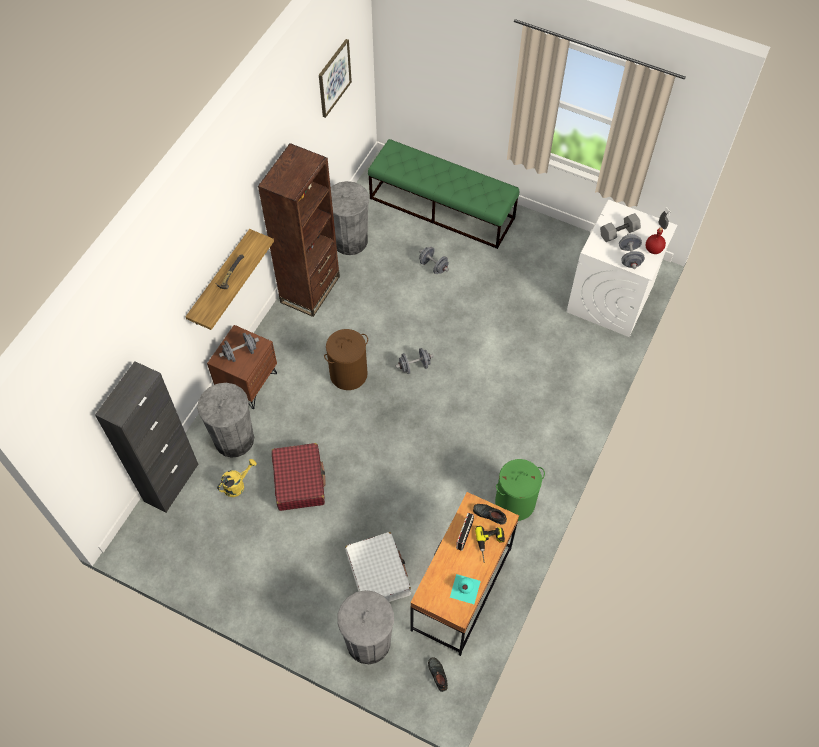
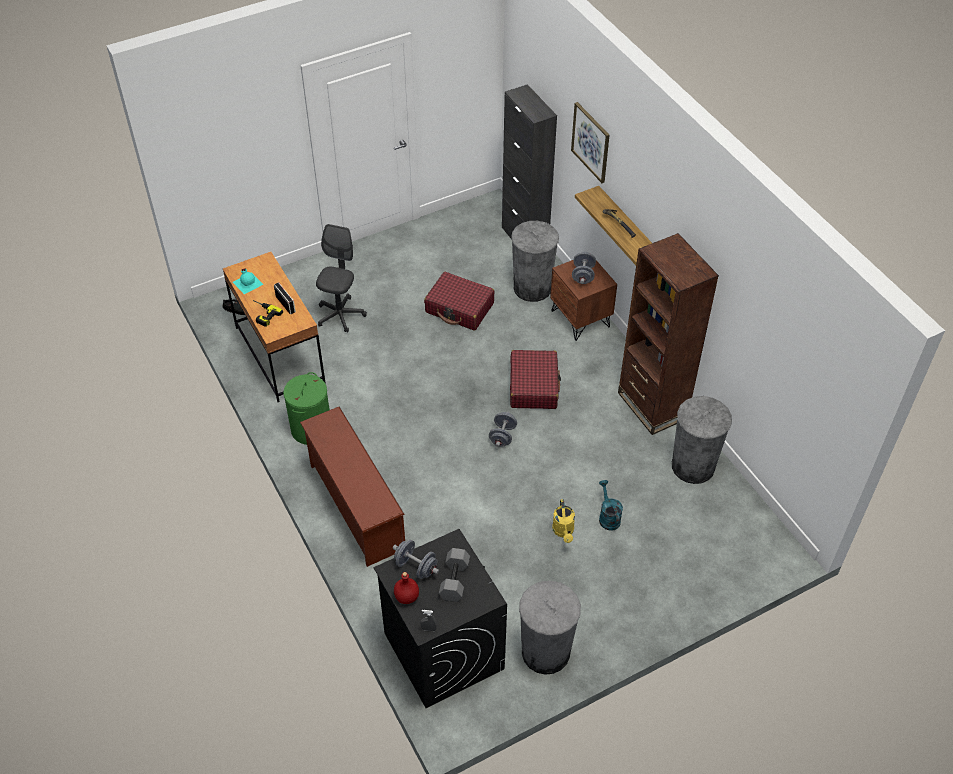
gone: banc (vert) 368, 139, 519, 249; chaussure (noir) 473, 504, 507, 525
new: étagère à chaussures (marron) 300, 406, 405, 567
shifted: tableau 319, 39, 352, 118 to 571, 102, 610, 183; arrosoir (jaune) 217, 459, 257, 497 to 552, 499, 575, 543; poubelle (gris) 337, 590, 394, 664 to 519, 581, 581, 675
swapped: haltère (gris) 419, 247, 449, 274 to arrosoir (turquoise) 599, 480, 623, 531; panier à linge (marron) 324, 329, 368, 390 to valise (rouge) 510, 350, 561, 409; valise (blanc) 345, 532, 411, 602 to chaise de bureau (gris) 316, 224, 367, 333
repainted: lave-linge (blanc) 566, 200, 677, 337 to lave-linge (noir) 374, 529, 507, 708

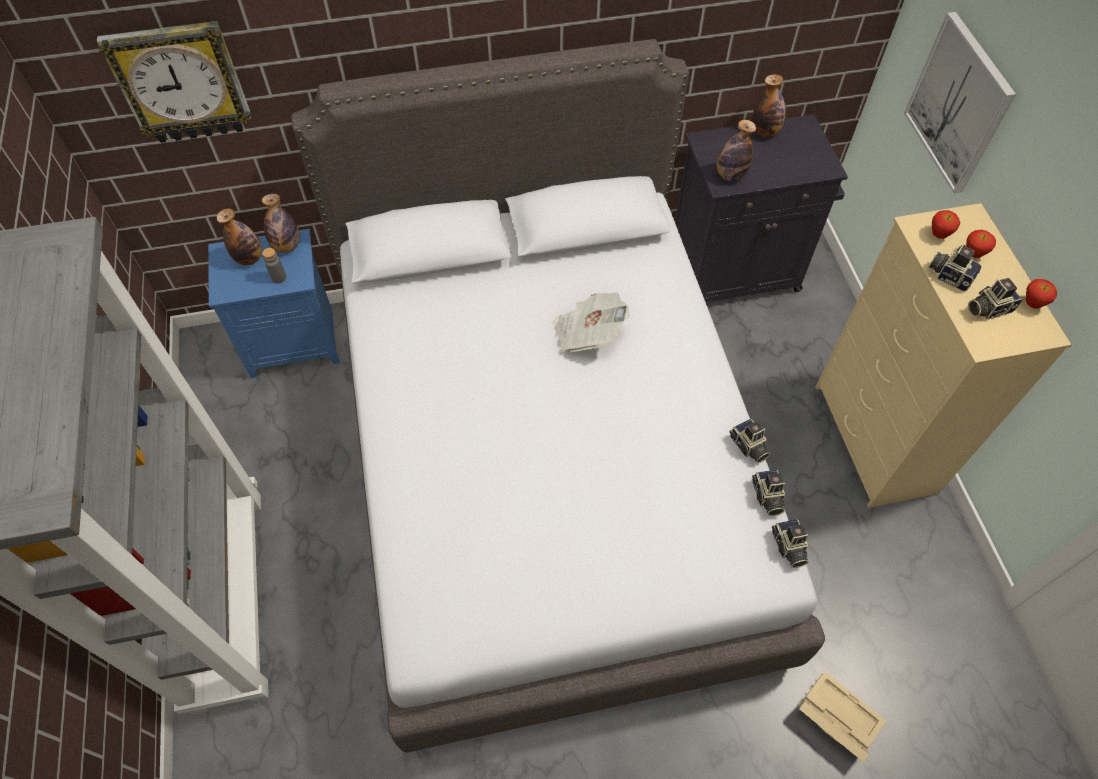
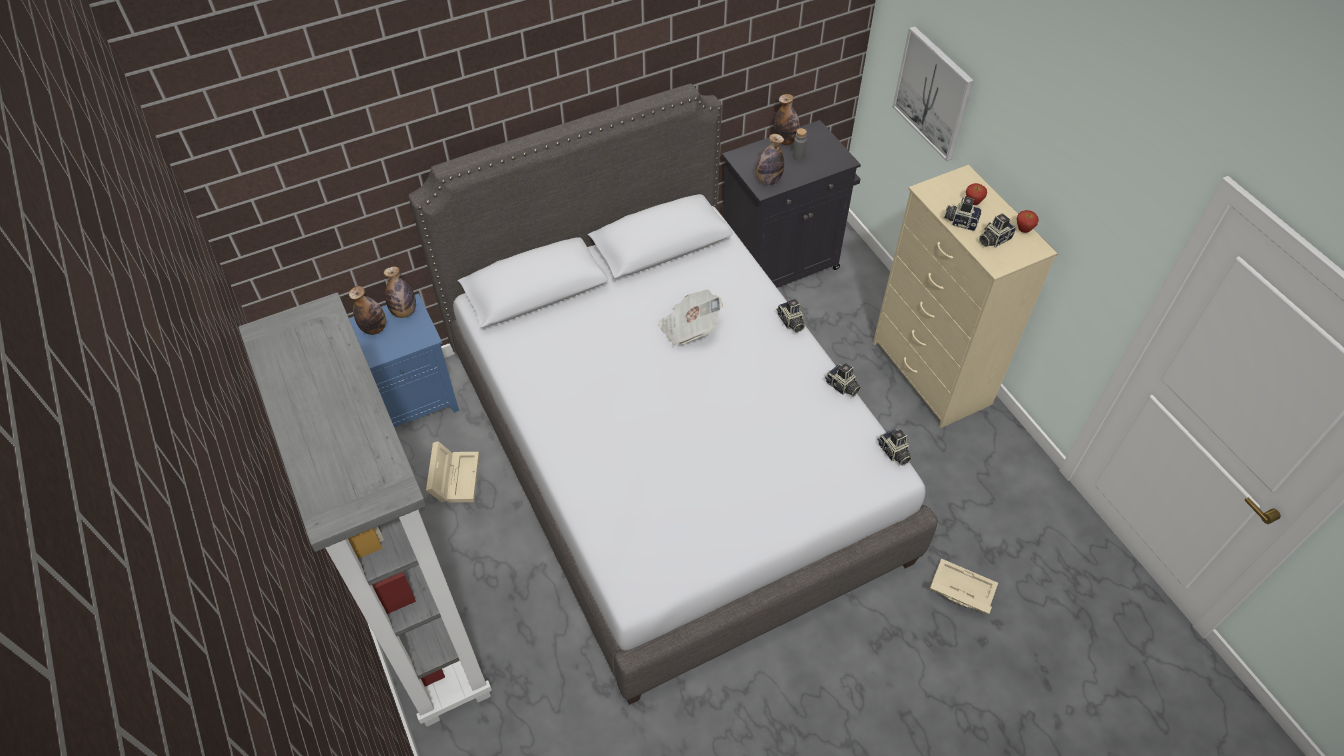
gone: horloge murale 97, 21, 251, 143; pomme 932, 210, 960, 239
new: boîte de rangement (beige) 426, 441, 480, 503
shifted: bouteille (gris) 262, 248, 286, 284 to 793, 128, 807, 160; appareil photo 752, 470, 785, 516 to 776, 299, 805, 333

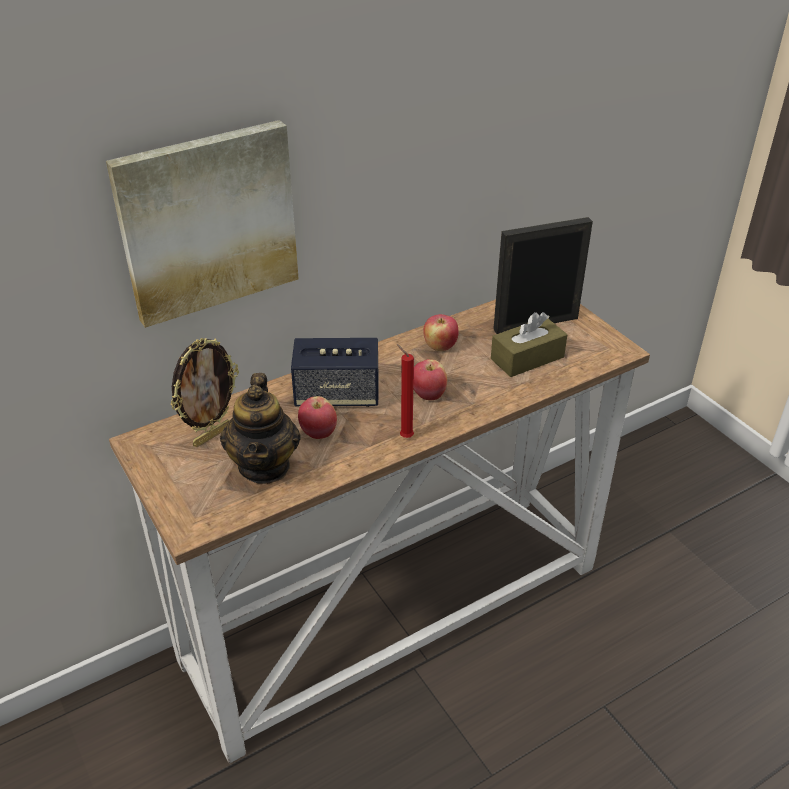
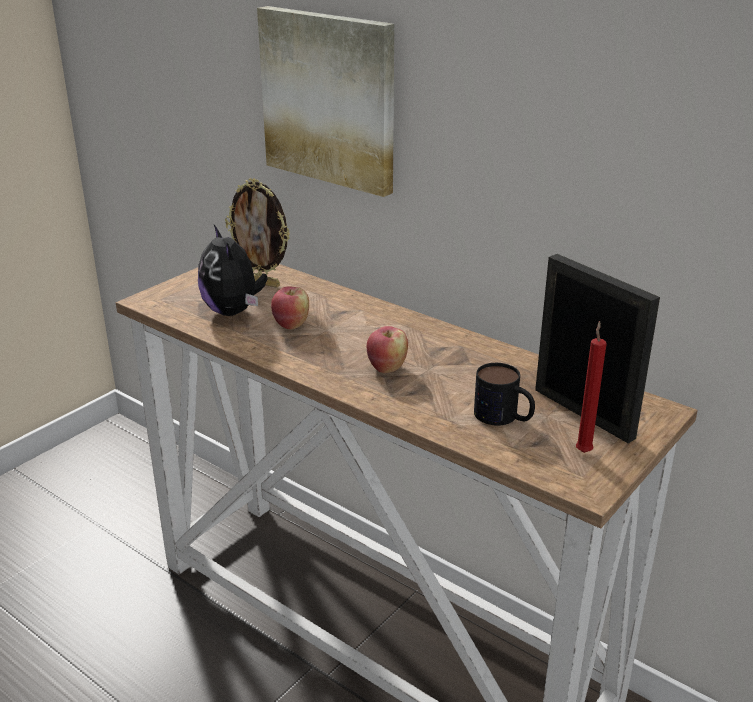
gone: pomme 423, 314, 459, 351; enceinte 291, 338, 378, 407
shifted: bougie (rouge) 397, 344, 414, 438 to 576, 321, 607, 453
swapped: boîte à mouchoirs (marron) 491, 312, 568, 377 to mug 474, 363, 535, 426; théière 220, 373, 301, 484 to peluche 198, 225, 267, 316

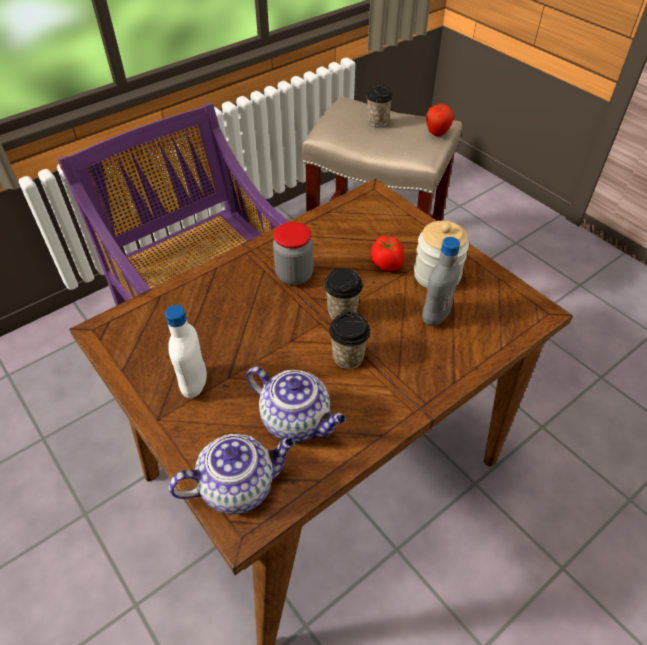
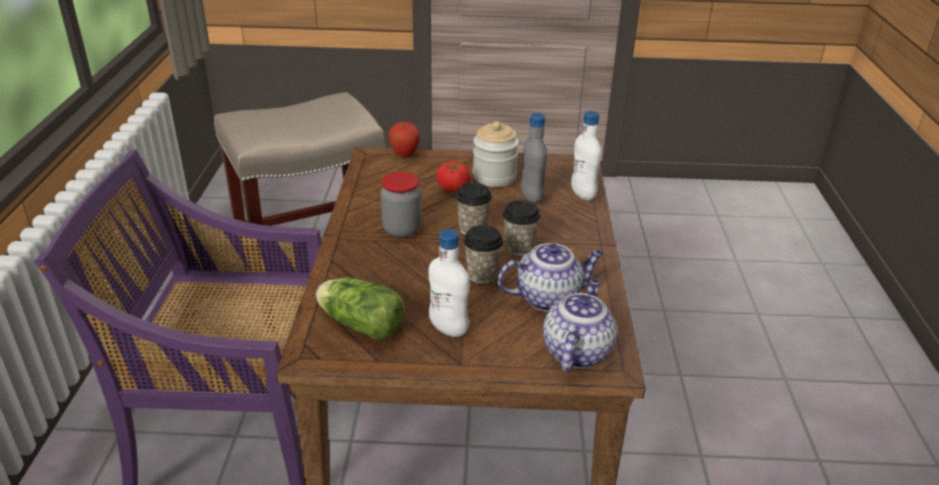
new: bouteille (blanc) 571, 111, 602, 201; laitue 316, 278, 404, 340
shifted: tasse 366, 86, 393, 127 to 464, 225, 503, 284; pomme 426, 104, 454, 137 to 389, 122, 420, 157

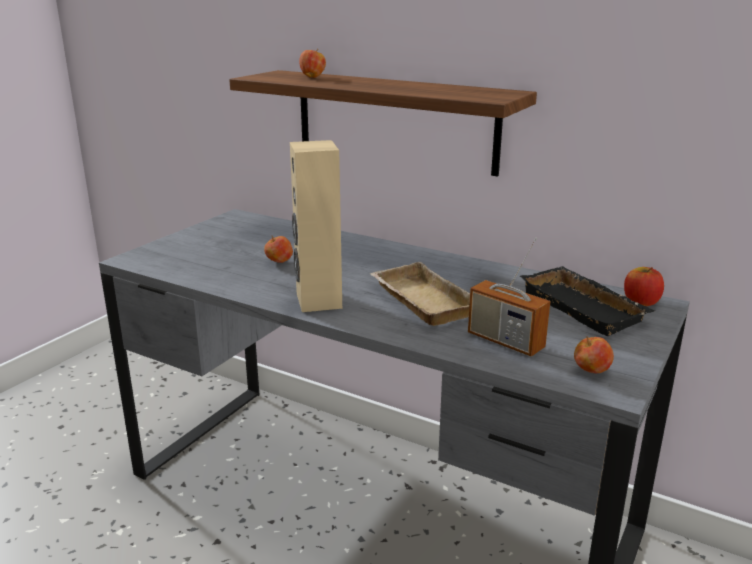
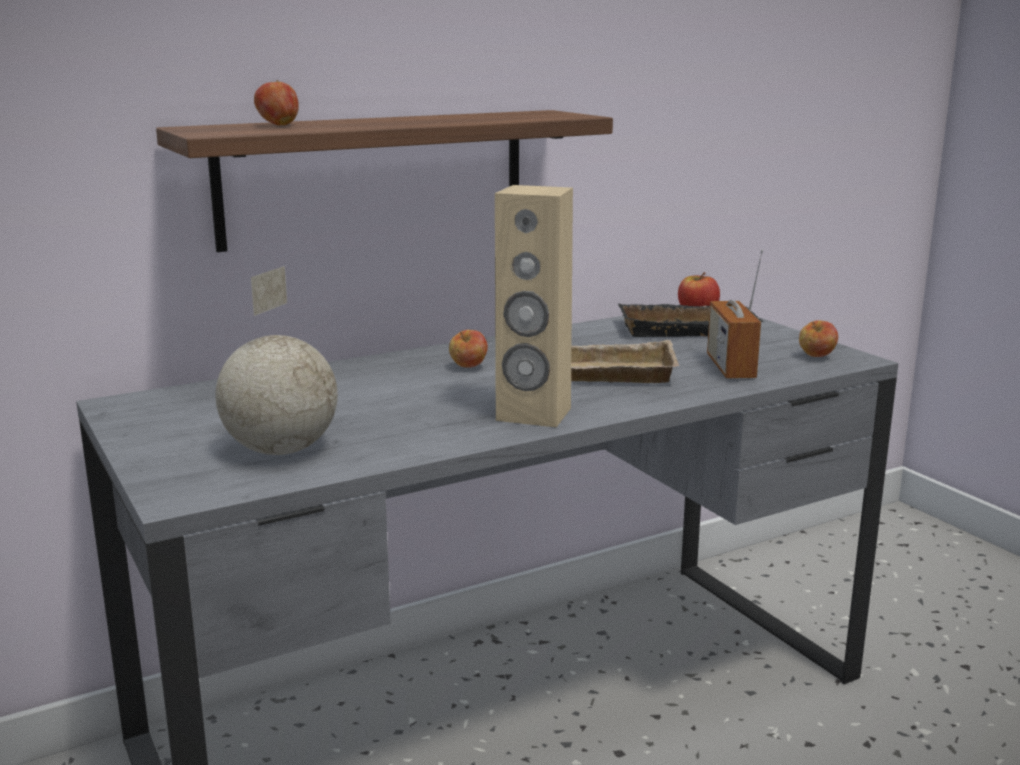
new: globe 215, 266, 338, 455
shifted: pomme 264, 236, 293, 263 to 449, 330, 488, 367
rotated: radio 468, 238, 550, 356 = 707, 250, 763, 379 105 degrees clockwise

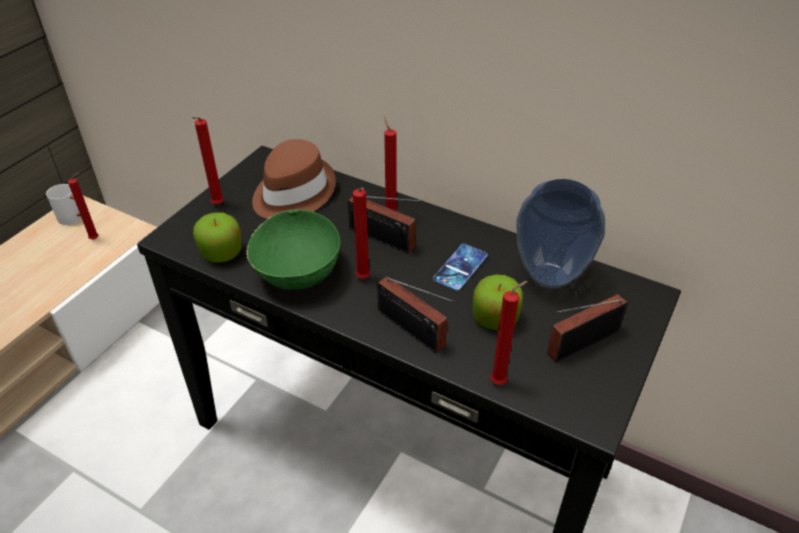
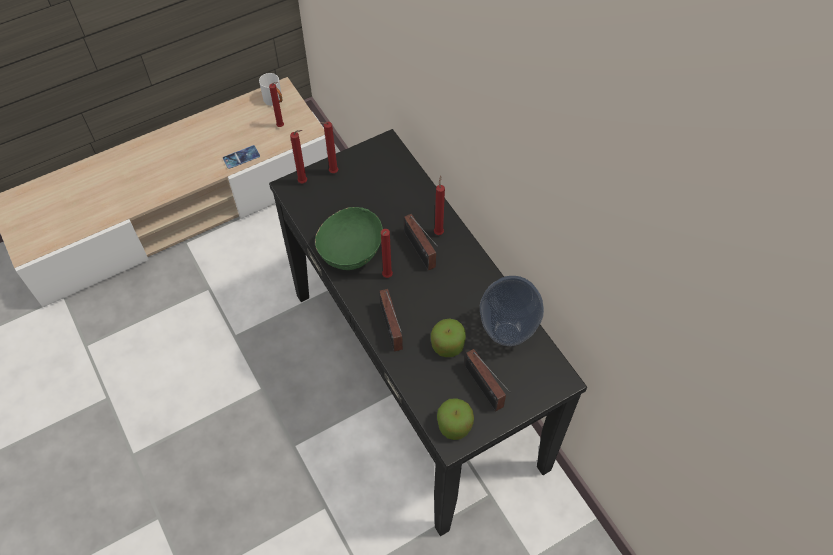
gone: chapeau (marron) 252, 139, 336, 219
shifted: pomme 193, 212, 242, 263 to 437, 398, 474, 440; téléphone 433, 244, 488, 291 to 223, 145, 260, 169; bougie (rouge) 490, 281, 528, 385 to 290, 130, 307, 183
rotated: radio 547, 294, 628, 363 = 464, 349, 510, 411 120 degrees counterclockwise

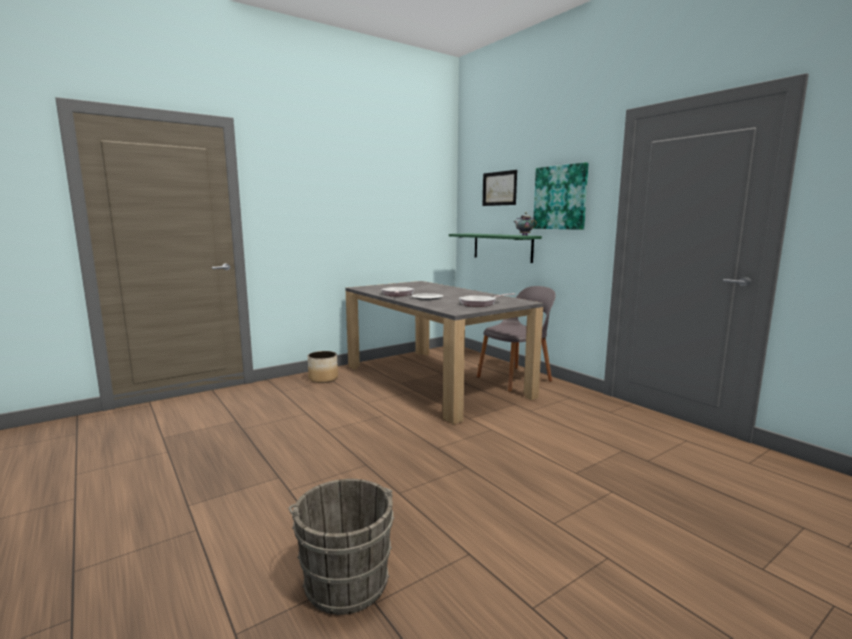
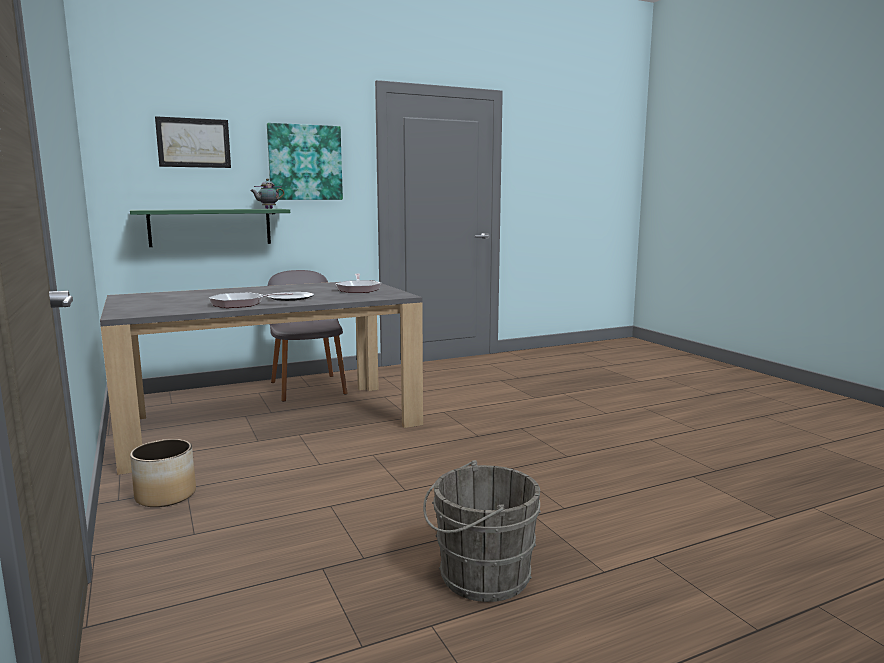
shifted: seau (gris) 289, 479, 395, 615 to 423, 460, 541, 602

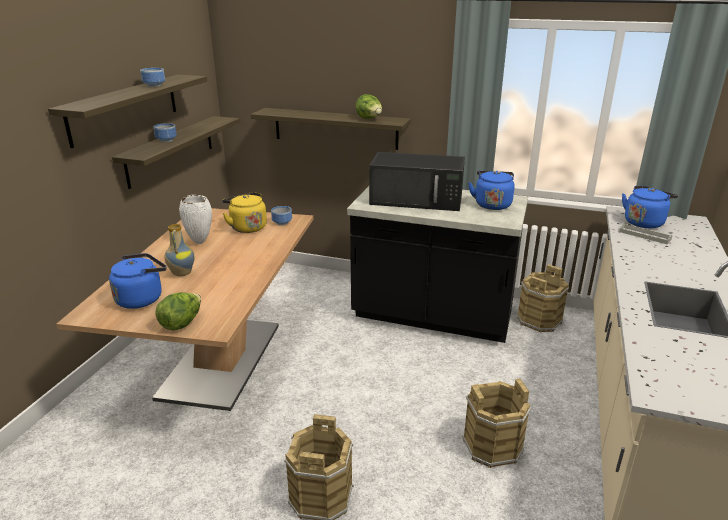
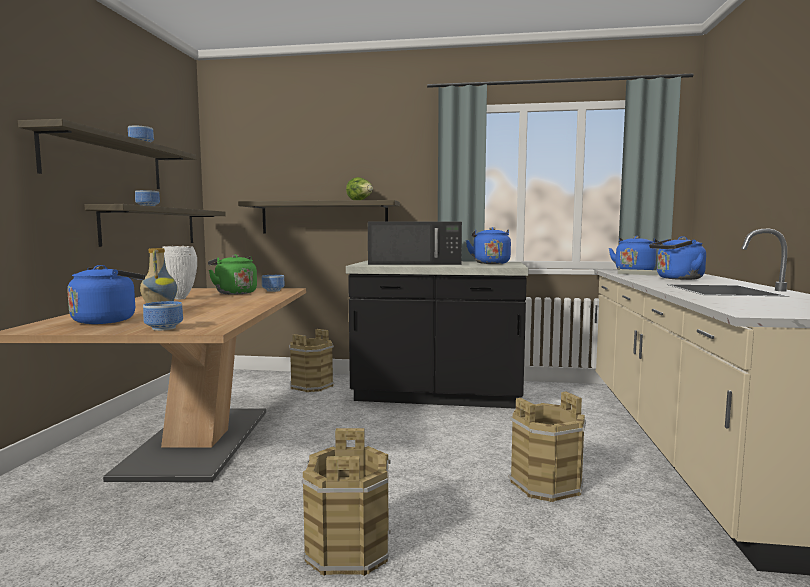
new: bouilloire (bleu) 649, 236, 706, 280
shifted: seau (marron) 517, 264, 569, 332 to 289, 329, 334, 392
swapped: laitue 156, 292, 201, 331 to bol 143, 301, 183, 331
repainted: bouilloire (jaune) 222, 192, 267, 233 to bouilloire (vert) 208, 254, 257, 295

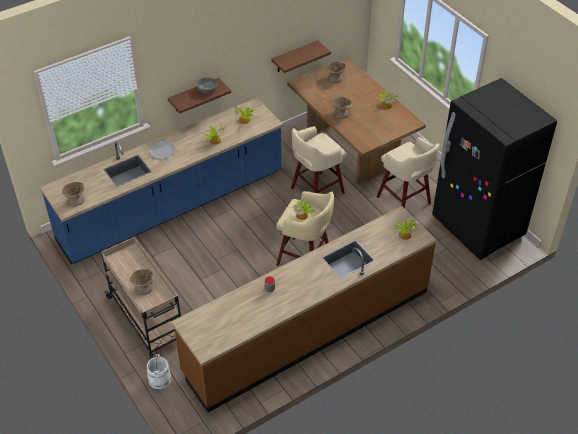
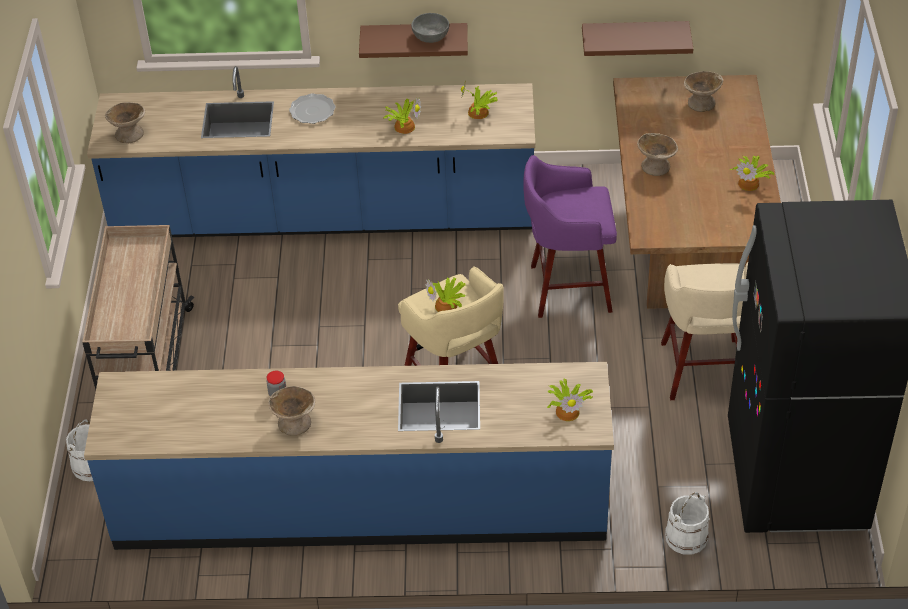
new: seau (blanc) 665, 492, 709, 555
shifted: bol (beige) 130, 269, 155, 295 to 268, 386, 315, 436
repainted: tabouret (beige) 291, 126, 346, 194 to tabouret (violet) 523, 155, 617, 318; comptoir de cuisine (marron) 171, 206, 437, 413 to comptoir de cuisine (bleu) 84, 362, 614, 550

